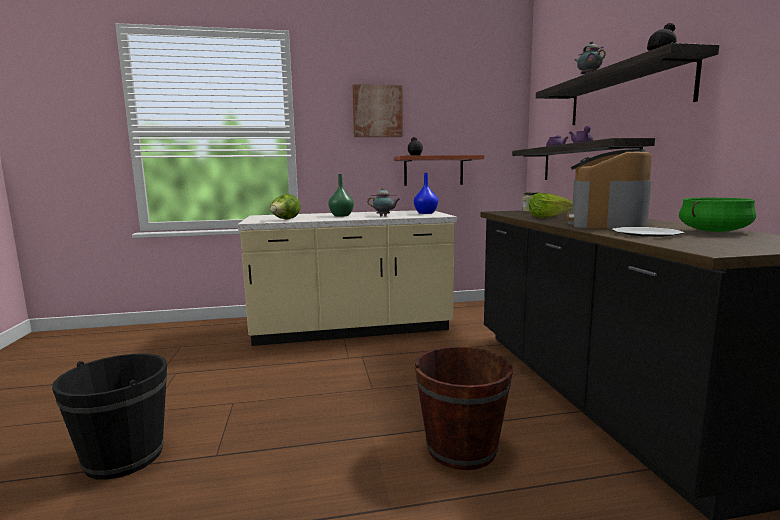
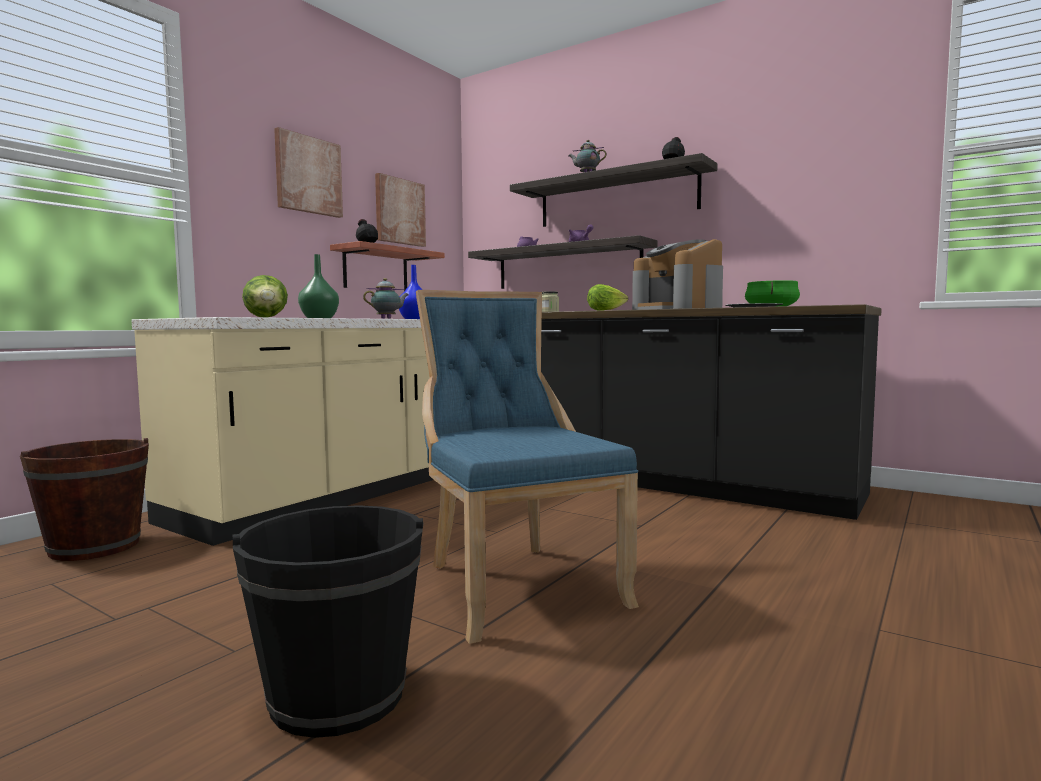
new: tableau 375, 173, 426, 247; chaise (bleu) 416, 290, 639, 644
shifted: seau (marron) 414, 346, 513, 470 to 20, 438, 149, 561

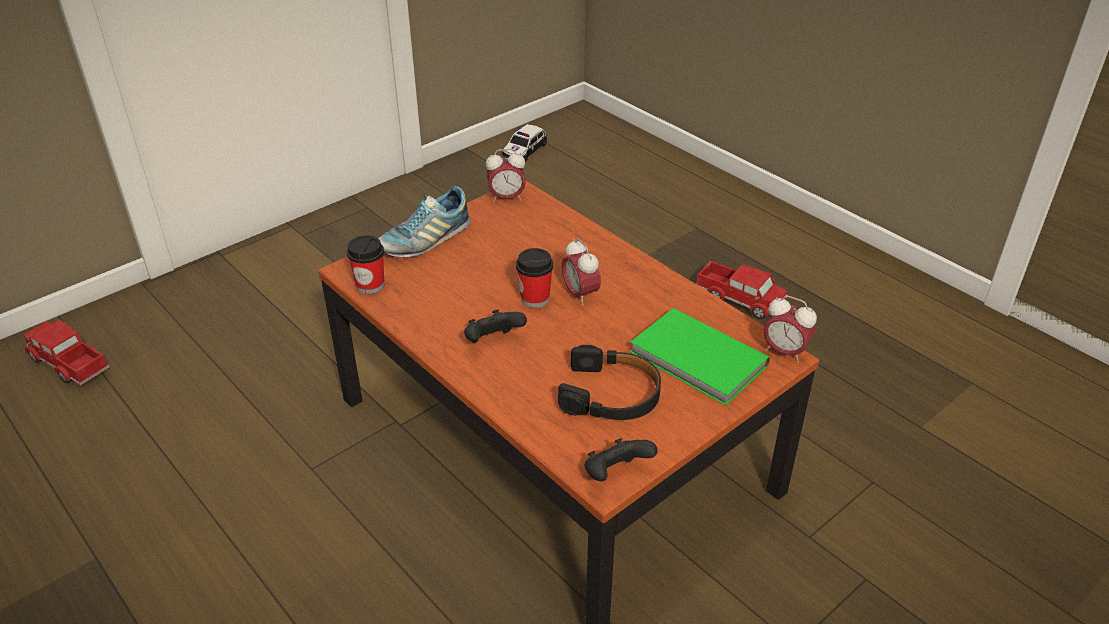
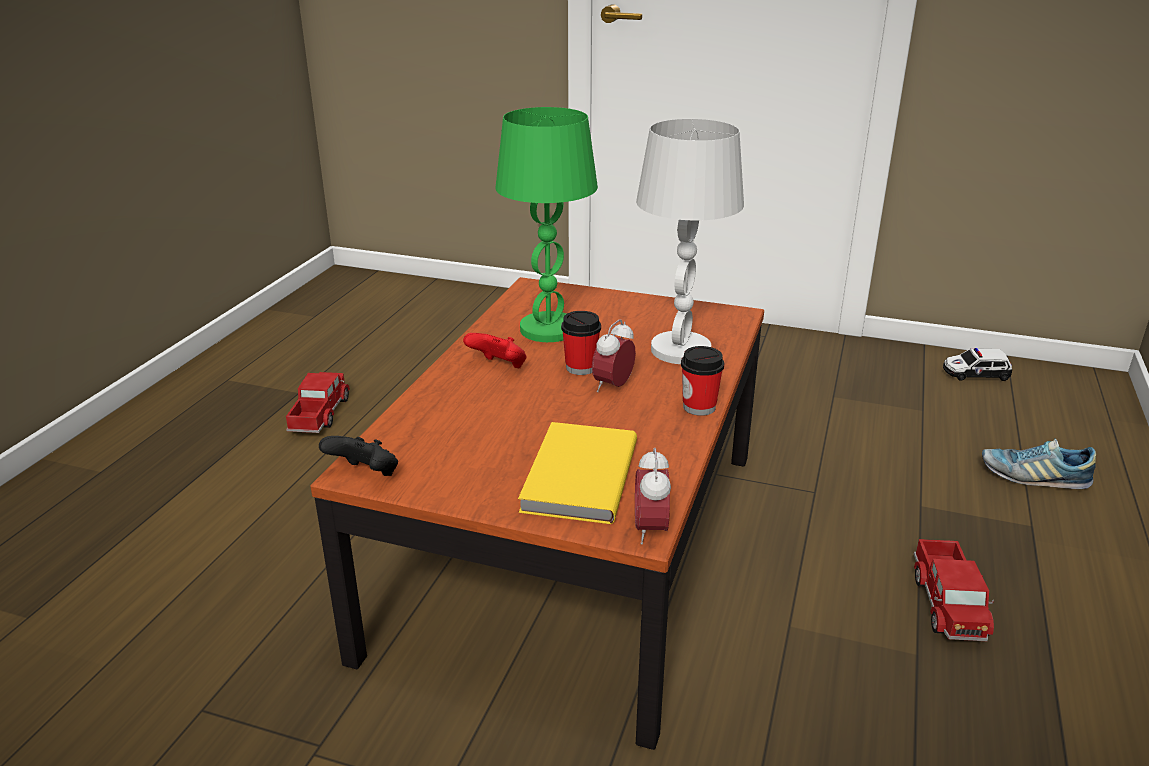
gone: réveil 486, 149, 526, 203; casque audio (noir) 558, 345, 661, 420
new: lampe de table (vert) 495, 107, 598, 342; lampe de table (blanc) 636, 119, 744, 364
shifted: chaussure 378, 186, 470, 258 to 982, 439, 1096, 489; tasse 347, 235, 384, 294 to 681, 346, 724, 416; camion jouet 23, 320, 110, 386 to 286, 372, 350, 433
repainted: livre (vert) 630, 308, 770, 406 to livre (jaune) 518, 422, 637, 524; manette (noir) 464, 310, 527, 342 to manette (rouge) 463, 333, 527, 369

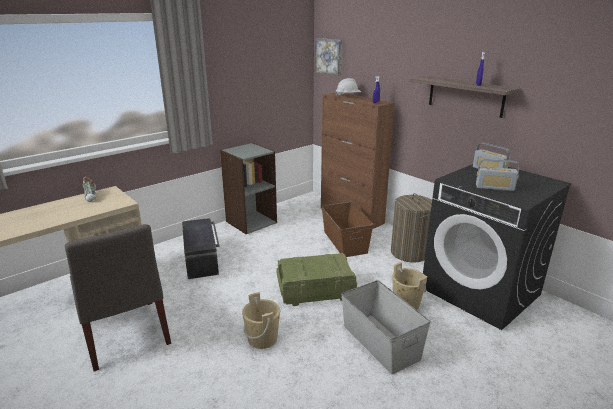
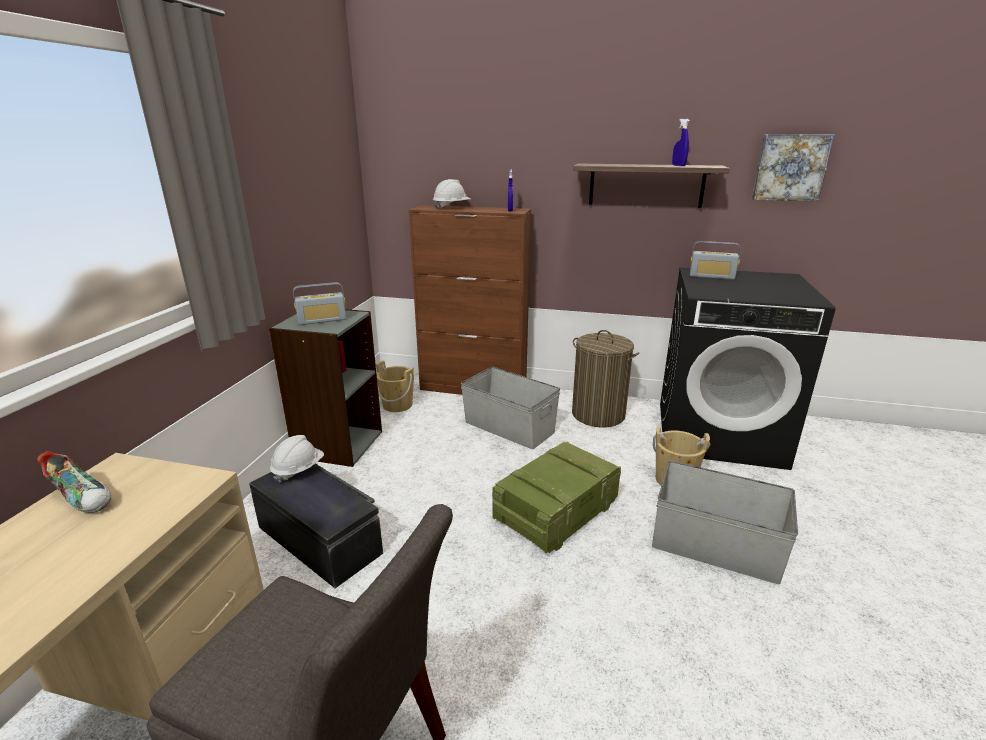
new: casque de chantier (blanc) 270, 435, 324, 483
shifted: tableau 316, 38, 342, 76 to 752, 134, 835, 202; radio 476, 159, 520, 191 to 293, 282, 346, 325; seau (beige) 242, 292, 280, 349 to 376, 360, 414, 412
repainted: boîte de rangement (marron) 321, 202, 374, 257 to boîte de rangement (gris) 461, 367, 560, 449

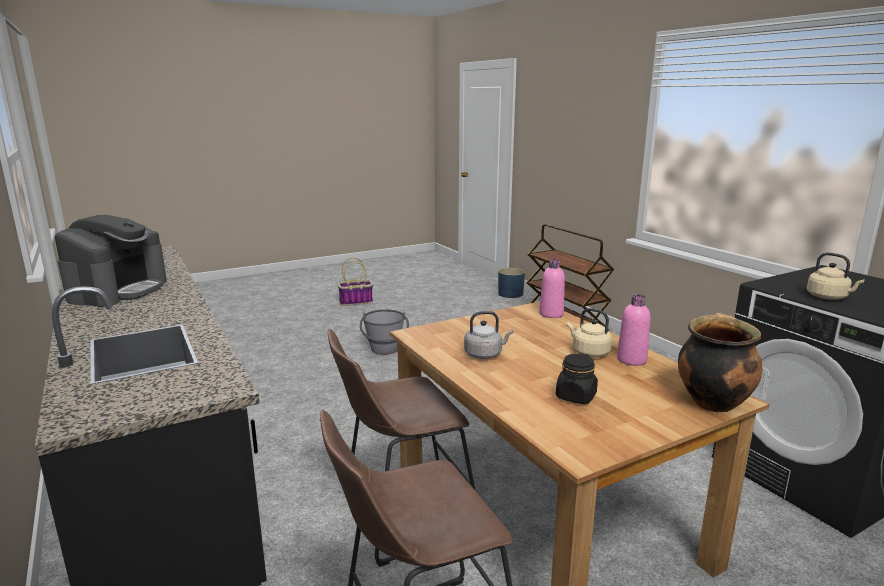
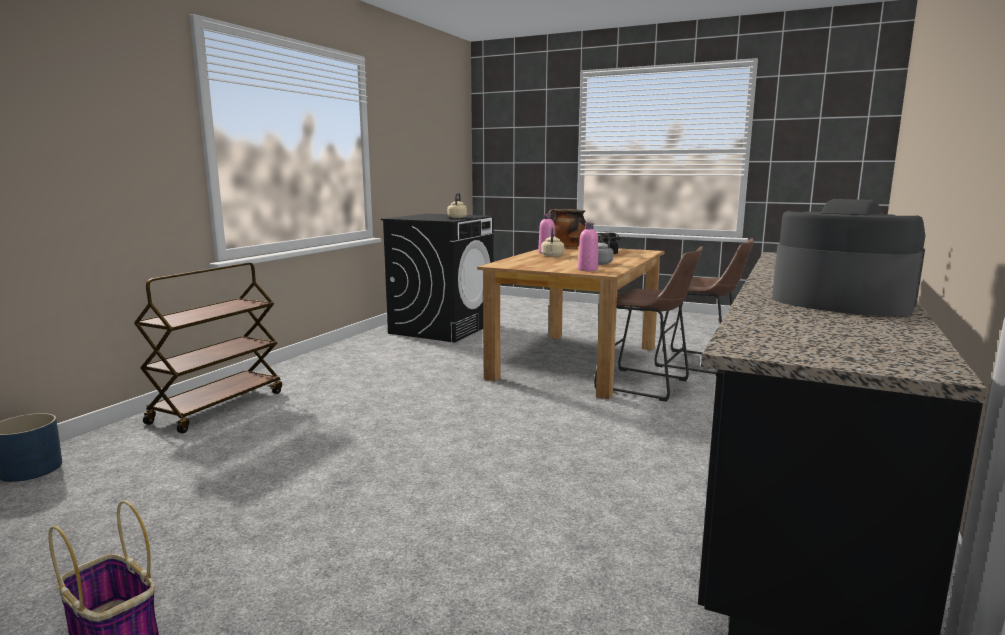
gone: seau (gris) 360, 310, 409, 355
shifted: bouteille (rose) 539, 259, 565, 318 to 578, 223, 598, 271
rotated: machine à café 55, 215, 167, 307 = 772, 199, 925, 316 60 degrees clockwise

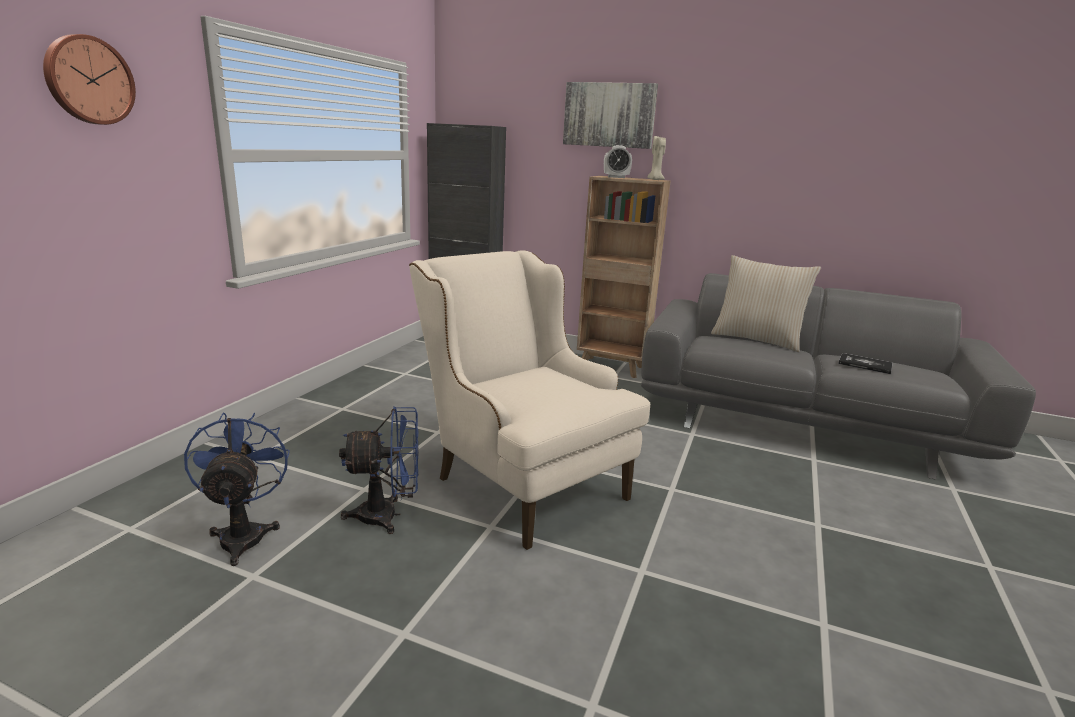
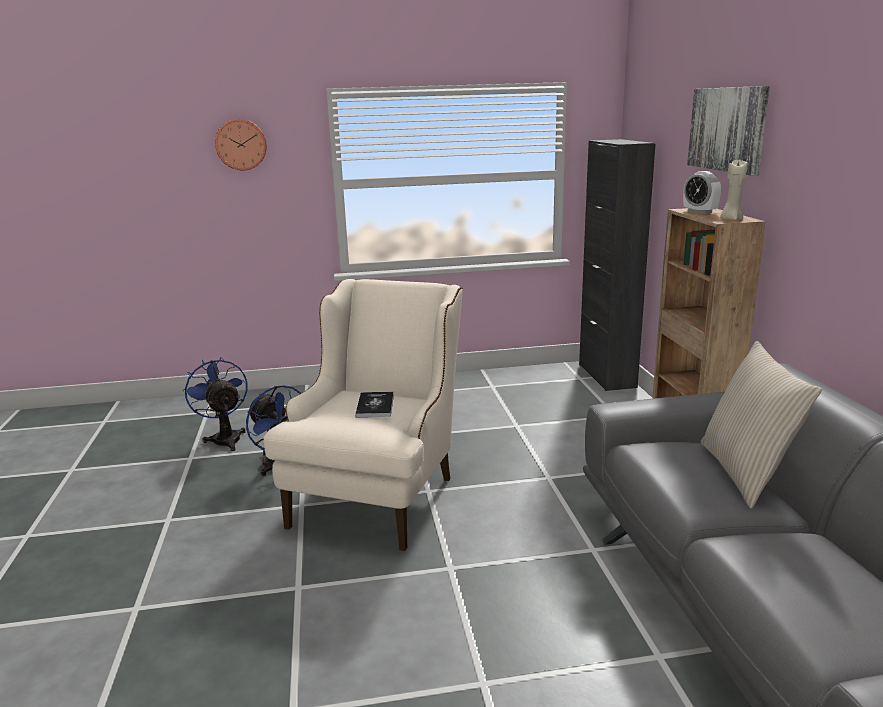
shifted: livre 838, 353, 893, 374 to 355, 391, 394, 418
rotated: ventilateur (bleu) 184, 412, 290, 566 = 183, 357, 248, 451 75 degrees counterclockwise

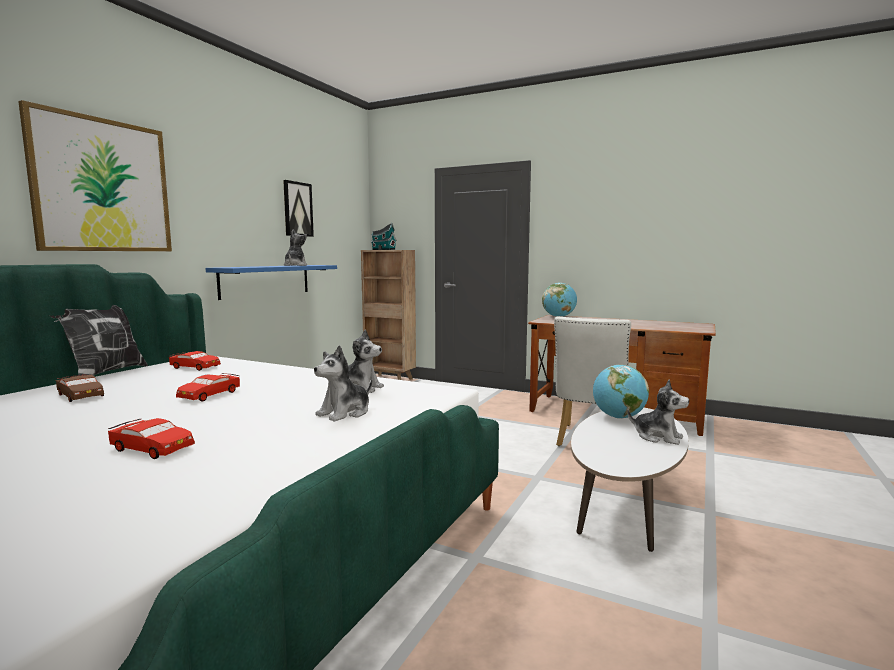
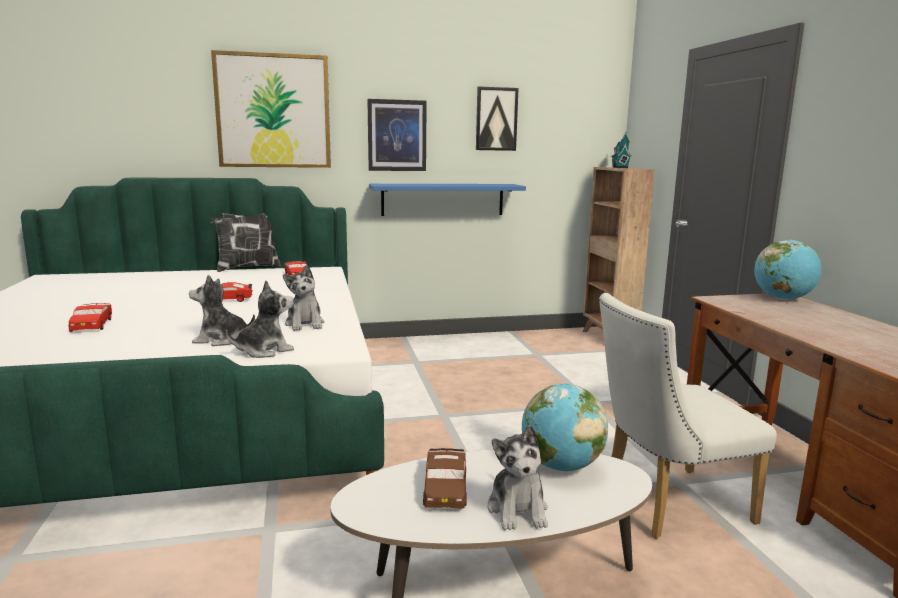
new: tableau 367, 99, 427, 171
shifted: peluche 284, 229, 307, 266 to 226, 281, 294, 358; petite voiture (marron) 56, 375, 104, 402 to 423, 448, 467, 509

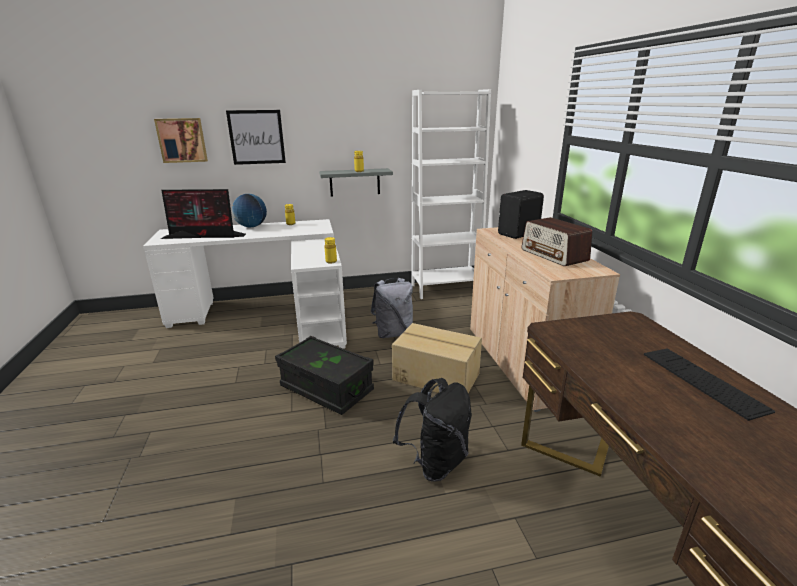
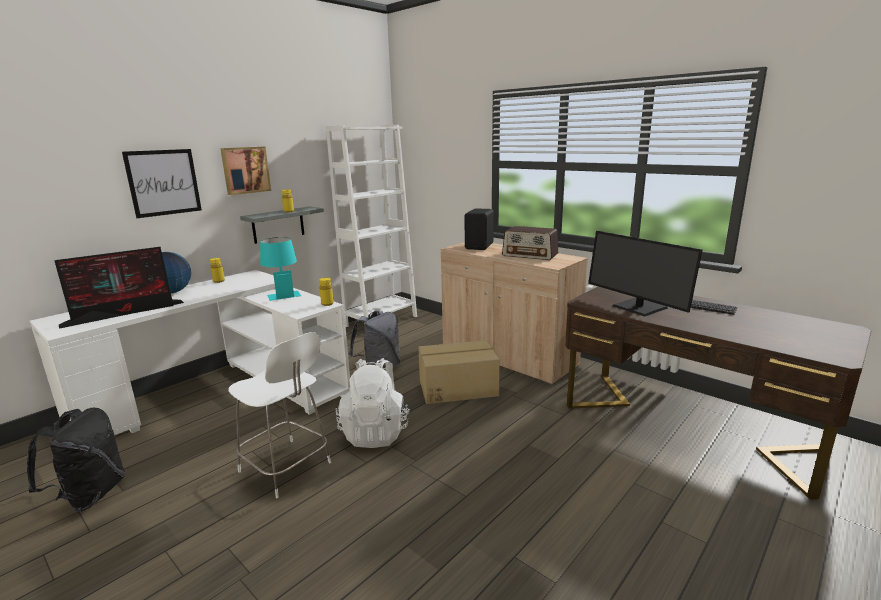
new: écran d'ordinateur 588, 231, 702, 317; lampe de table (turquoise) 260, 237, 301, 301; chaise (blanc) 228, 332, 331, 498
shifted: tableau 154, 118, 208, 163 to 220, 147, 271, 195; sac à dos (noir) 393, 378, 472, 482 to 27, 408, 126, 512
swapped: boîte de rangement (noir) 275, 336, 374, 415 to sac à dos (blanc) 336, 358, 410, 448

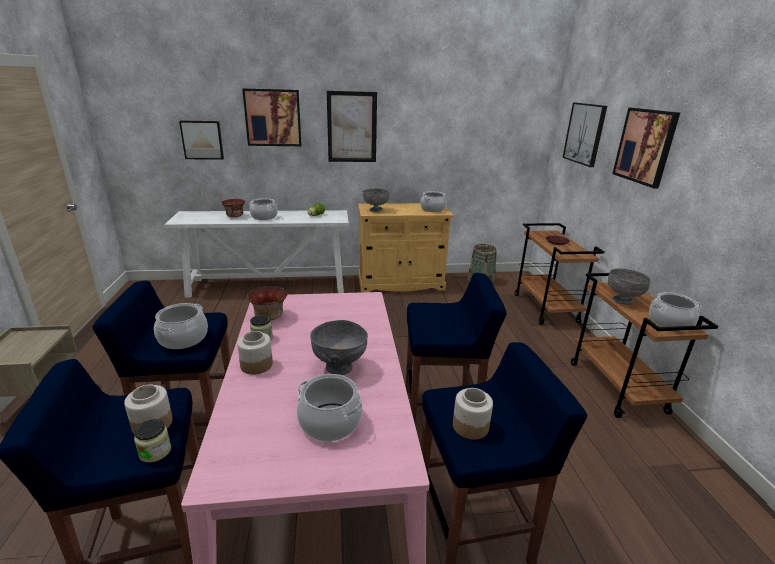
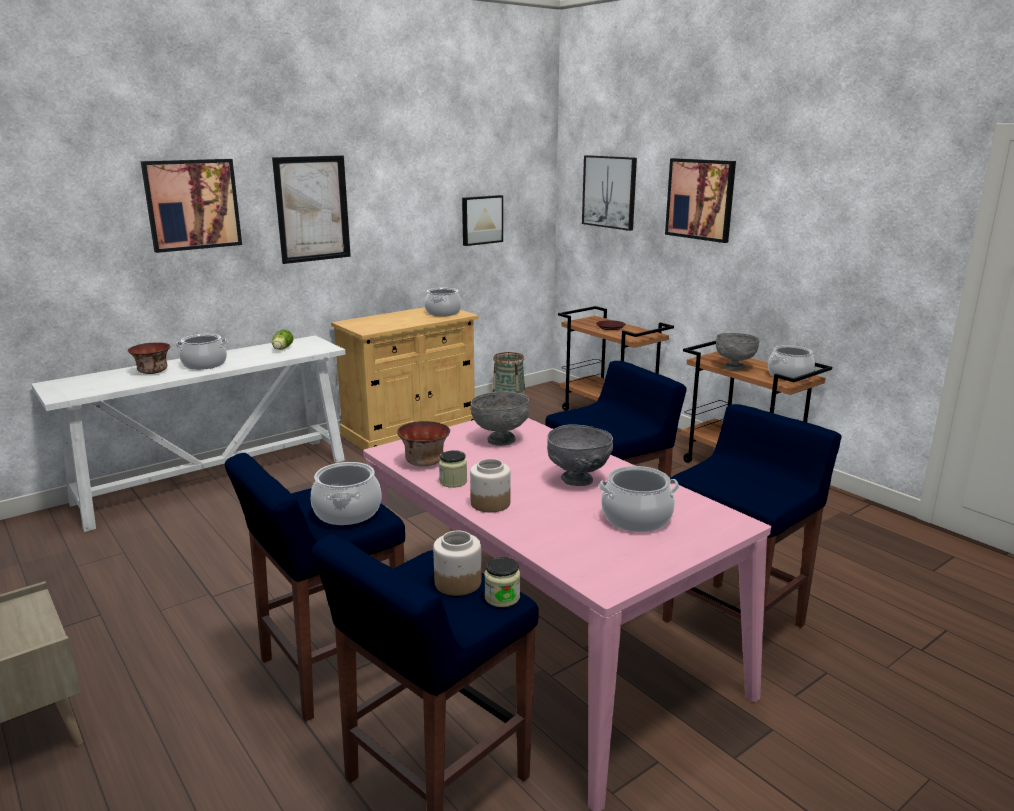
gone: bocal 453, 388, 493, 440
shifted: tableau 179, 120, 224, 160 to 462, 195, 503, 246; bol (gris) 362, 188, 390, 212 to 471, 391, 529, 446

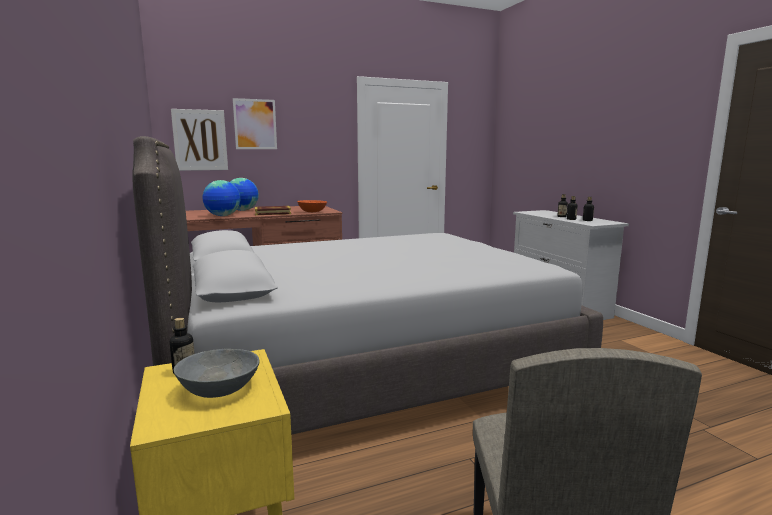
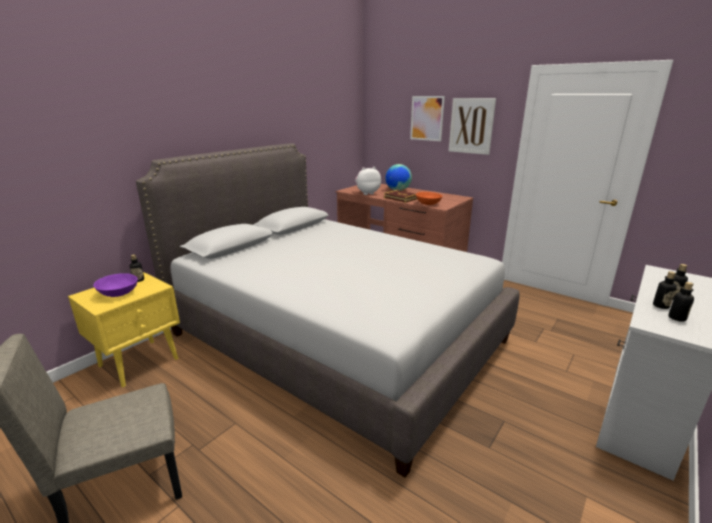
shifted: tableau 171, 109, 228, 171 to 449, 98, 496, 155
swapped: globe 202, 180, 240, 216 to peluche 355, 167, 381, 195
repainted: bol (gris) 174, 349, 259, 398 to bol (violet) 93, 273, 138, 297

